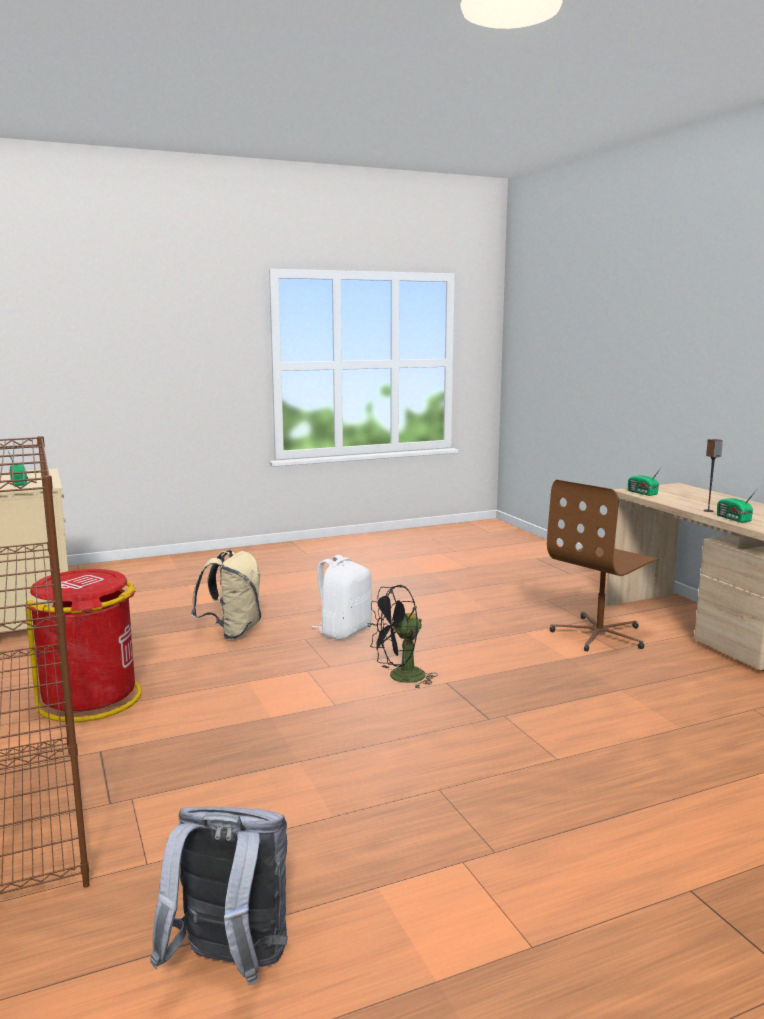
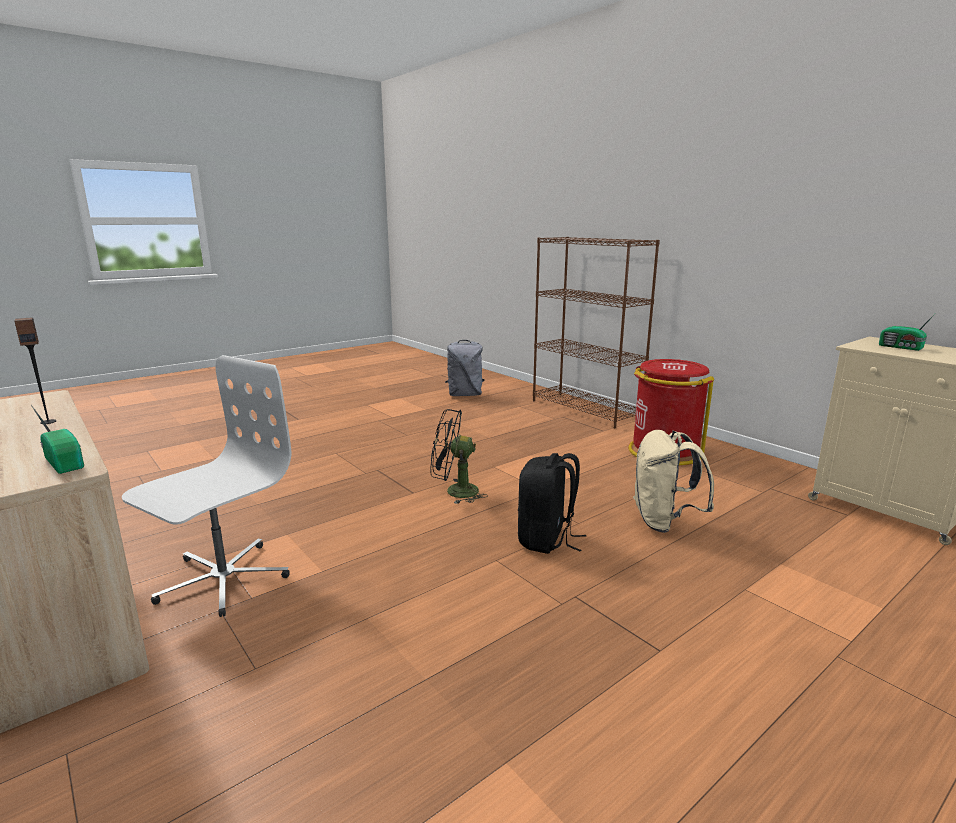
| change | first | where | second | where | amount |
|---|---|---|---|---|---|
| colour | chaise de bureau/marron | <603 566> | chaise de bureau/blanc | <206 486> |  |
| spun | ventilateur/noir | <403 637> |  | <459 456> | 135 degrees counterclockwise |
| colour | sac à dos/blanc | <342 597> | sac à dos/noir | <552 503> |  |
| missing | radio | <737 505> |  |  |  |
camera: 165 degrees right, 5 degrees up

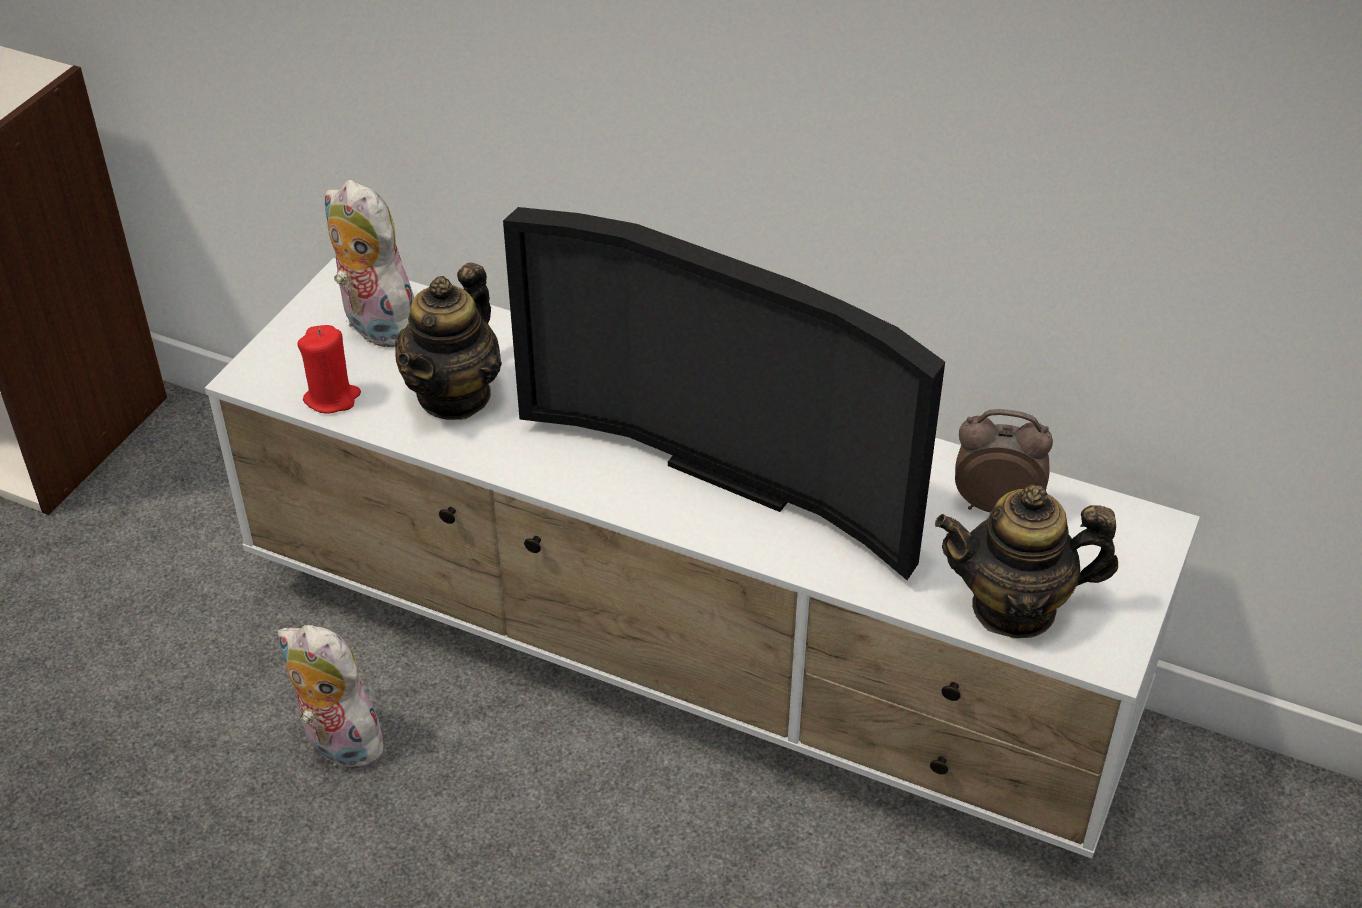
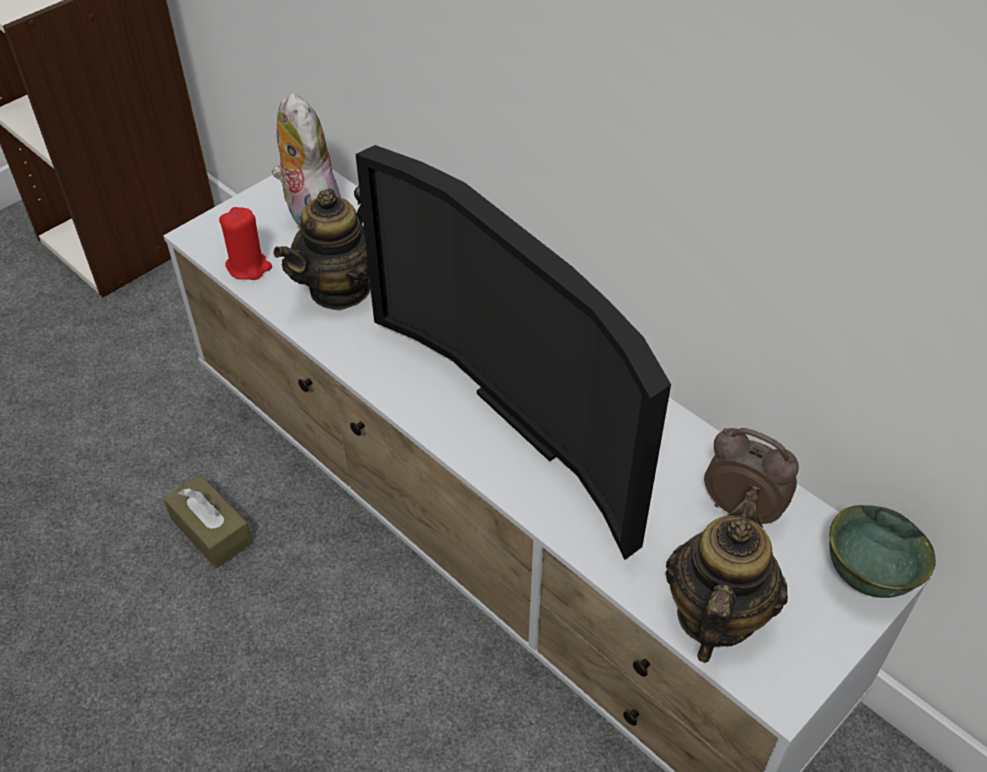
| change | first | where | second | where | amount |
|---|---|---|---|---|---|
| exchanged | peluche | <336 697> | boîte à mouchoirs/marron | <208 521> |  |
| spun | théière | <1026 561> |  | <726 574> | 90 degrees clockwise |
| appeared |  |  | bol/vert | <882 551> |  |
camera: 20 degrees right, 5 degrees up

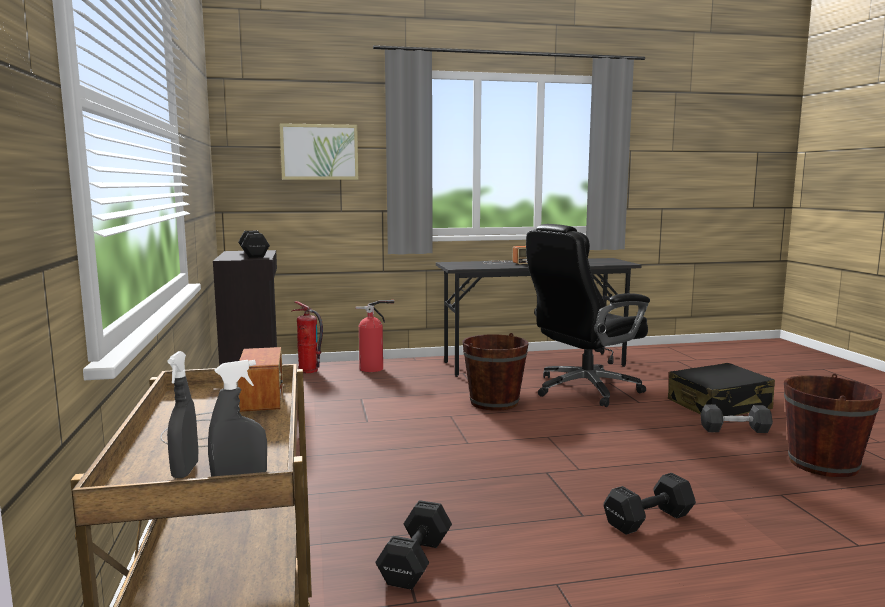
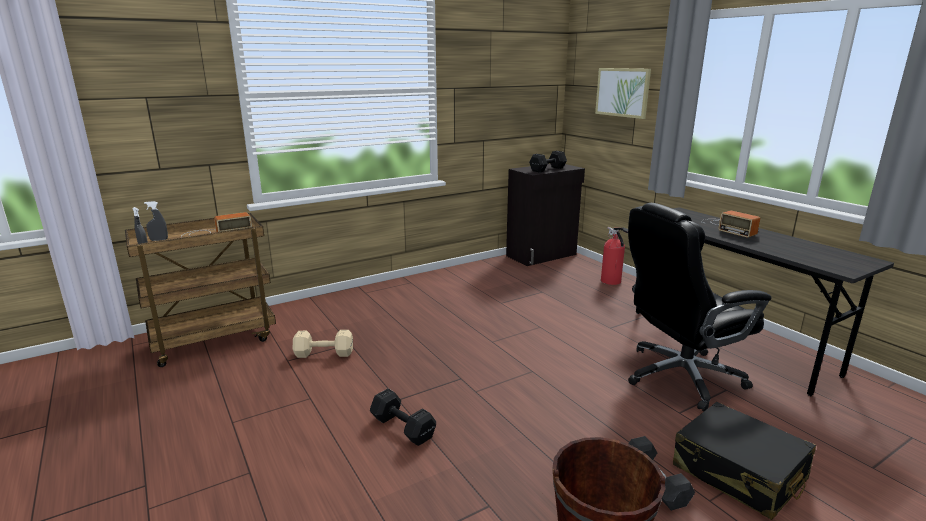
| change | first | where | second | where | amount |
|---|---|---|---|---|---|
| colour | haltère/noir | <413 545> | haltère/beige | <323 344> |  |
| spun | chaise de bureau/noir | <588 315> |  | <699 307> | 60 degrees counterclockwise |
| missing | extincteur | <307 337> |  |  |  |
| missing | seau/marron | <495 372> |  |  |  |
camera: 70 degrees right, 10 degrees up

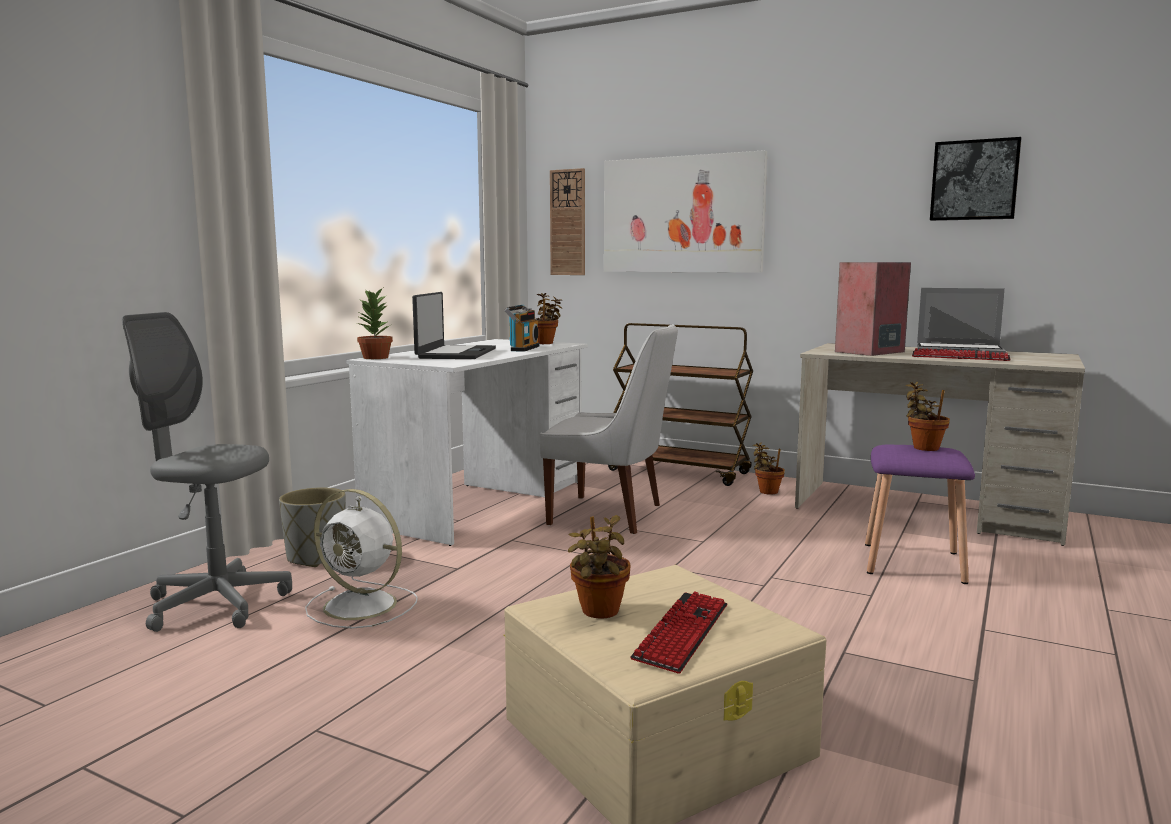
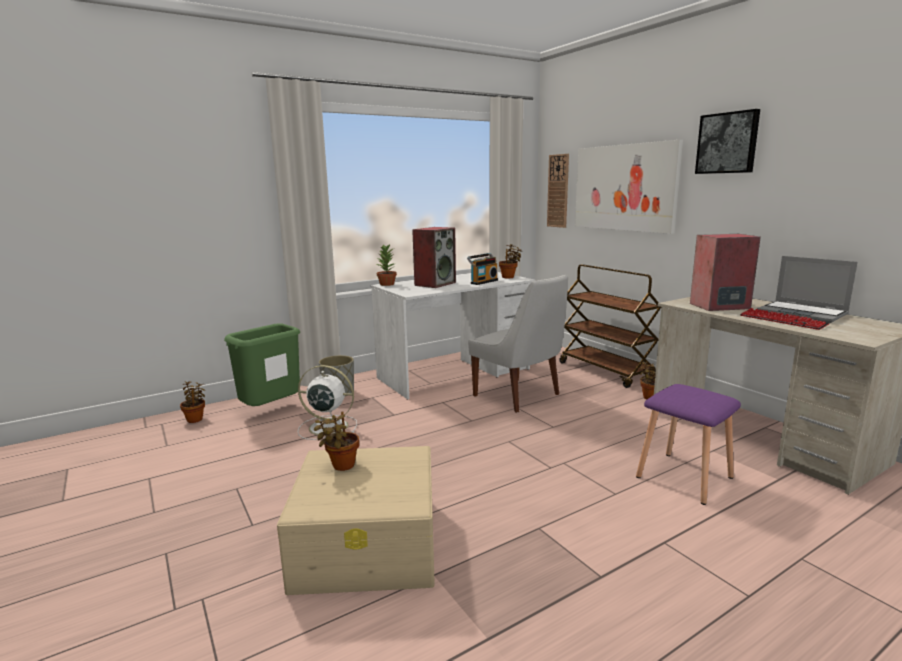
| change | first | where | second | where | amount |
|---|---|---|---|---|---|
| relocated | plante en pot | <927 416> |  | <192 402> |  |
| exchanged | chaise de bureau/gris | <207 472> | poubelle/vert | <262 364> |  |
| spun | ventilateur/blanc | <361 559> |  | <327 402> | 135 degrees clockwise |
| exchanged | ordinateur portable | <454 325> | enceinte | <434 257> |  |
| relocated | tableau | <975 179> |  | <727 141> |  |
| missing | clavier | <678 632> |  |  |  |
camera: 30 degrees right, 5 degrees up

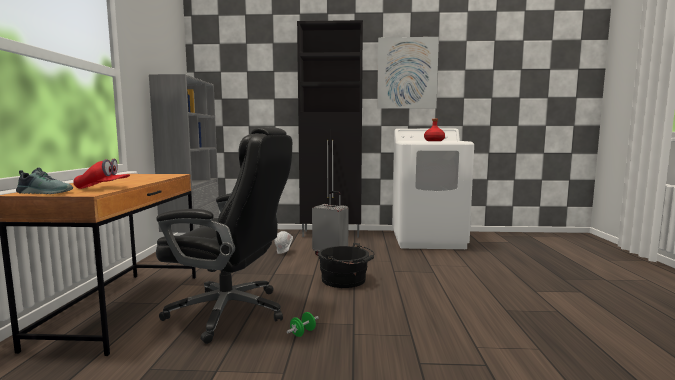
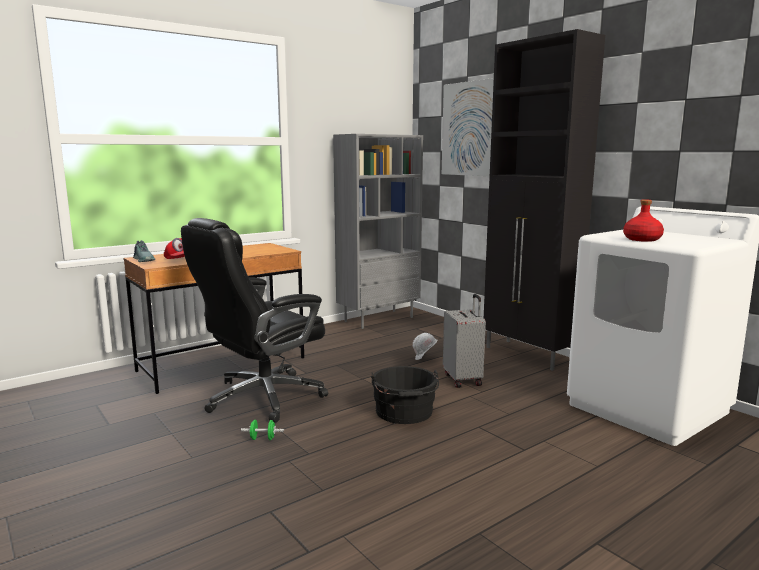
| change | first | where | second | where | amount |
|---|---|---|---|---|---|
| spun | chaise de bureau/noir | <224 235> |  | <254 320> | 75 degrees clockwise |
| relocated | tableau | <408 73> |  | <468 127> |  |
camera: 50 degrees right, 5 degrees up

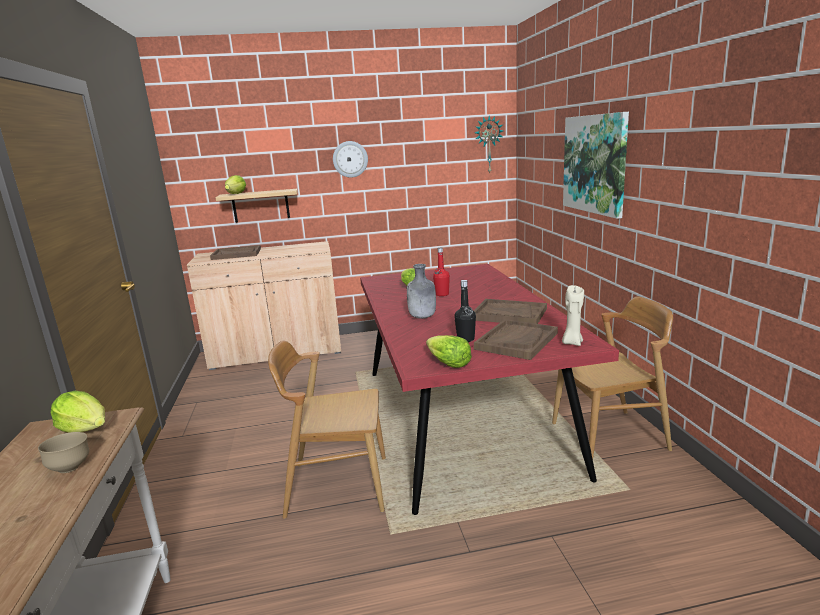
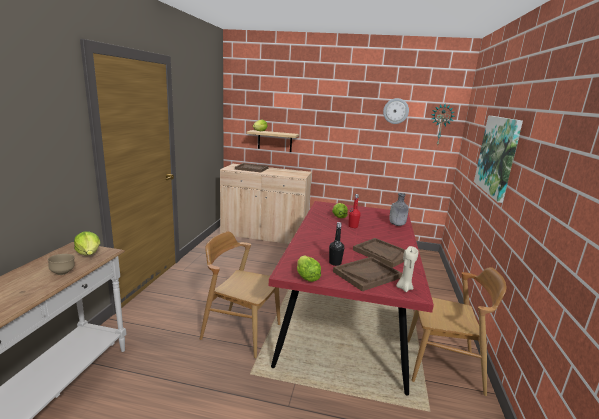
| change | first | where | second | where | amount |
|---|---|---|---|---|---|
| relocated | horloge murale | <350 159> |  | <396 111> |  |
| relocated | bouteille/gris | <421 291> |  | <399 209> |  |
camera: 20 degrees right, 0 degrees up

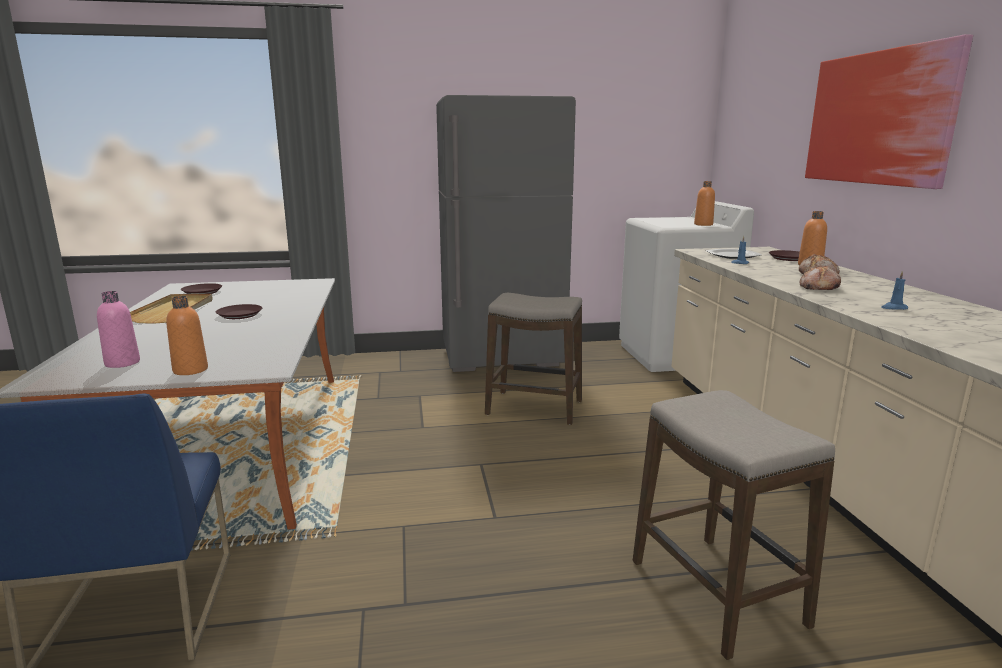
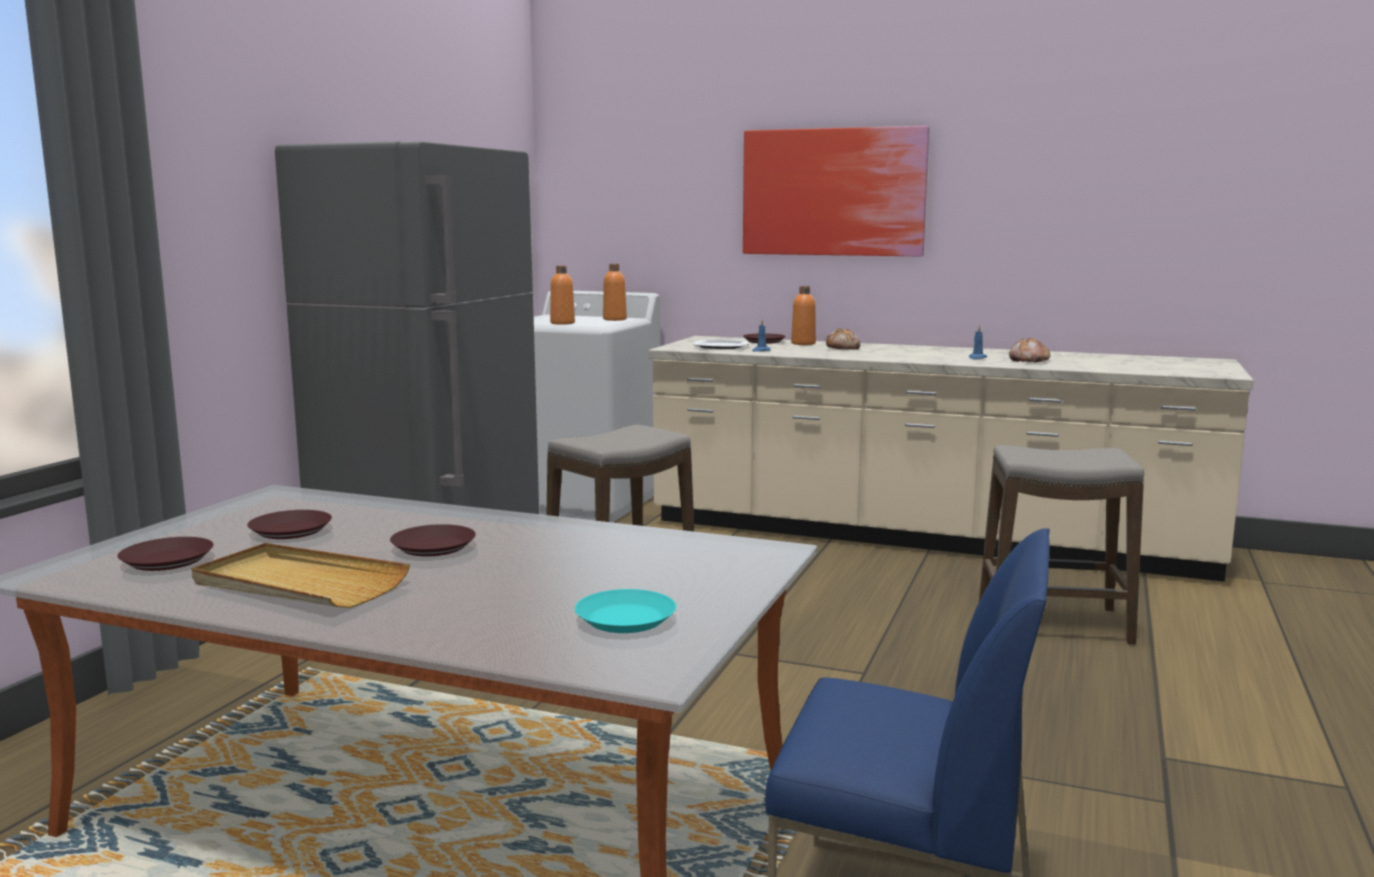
| change | first | where | second | where | amount |
|---|---|---|---|---|---|
| appeared |  |  | assiette/marron | <289 524> |  |
| relocated | bouteille/orange | <187 335> |  | <562 295> |  |
| exchanged | bouteille/rose | <118 329> | assiette/turquoise | <625 611> |  |
| relocated | pain | <820 278> |  | <1029 350> |  |
camera: 60 degrees left, 5 degrees down

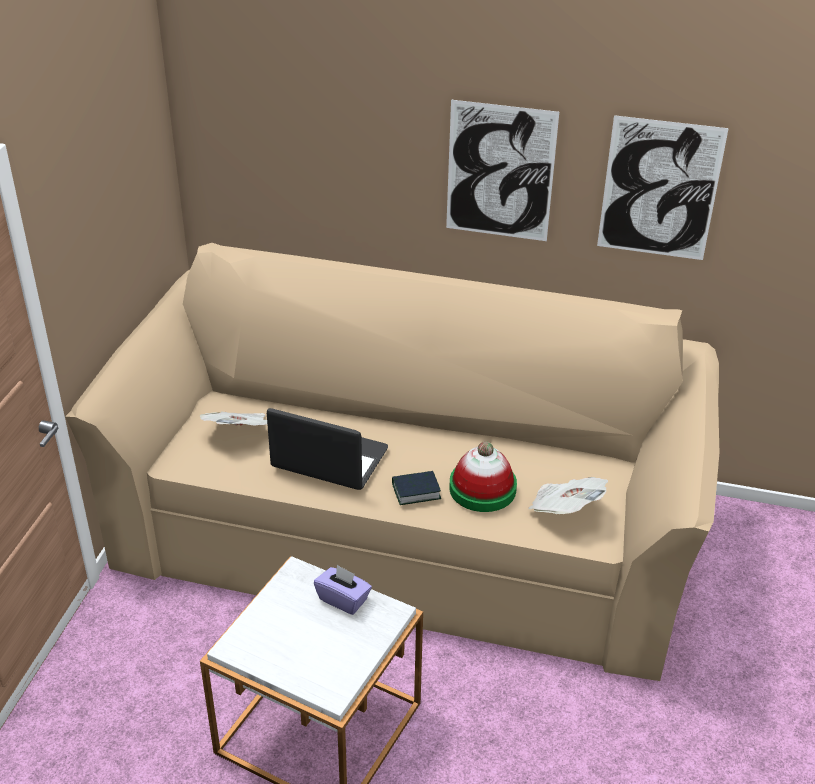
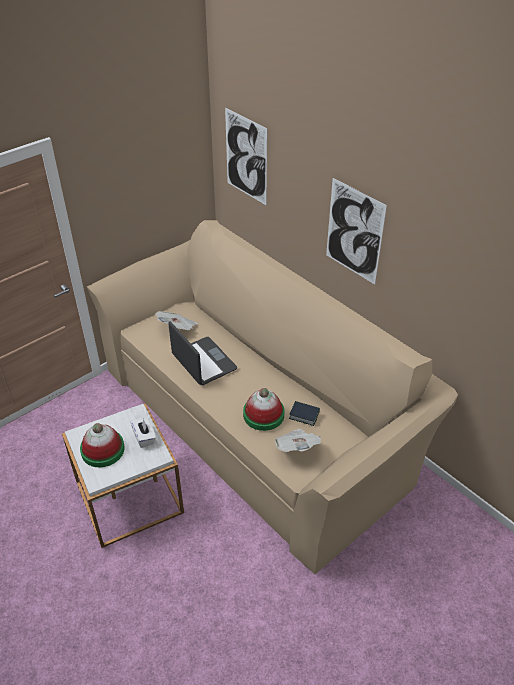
| change | first | where | second | where | amount |
|---|---|---|---|---|---|
| appeared |  |  | chapeau | <102 445> |  |
| colour | boîte à mouchoirs/violet | <343 589> | boîte à mouchoirs/blanc | <143 433> |  |
| relocated | tableau | <663 187> |  | <246 156> |  |
| relocated | livre | <416 488> |  | <304 413> |  |
camera: 35 degrees right, 5 degrees up

